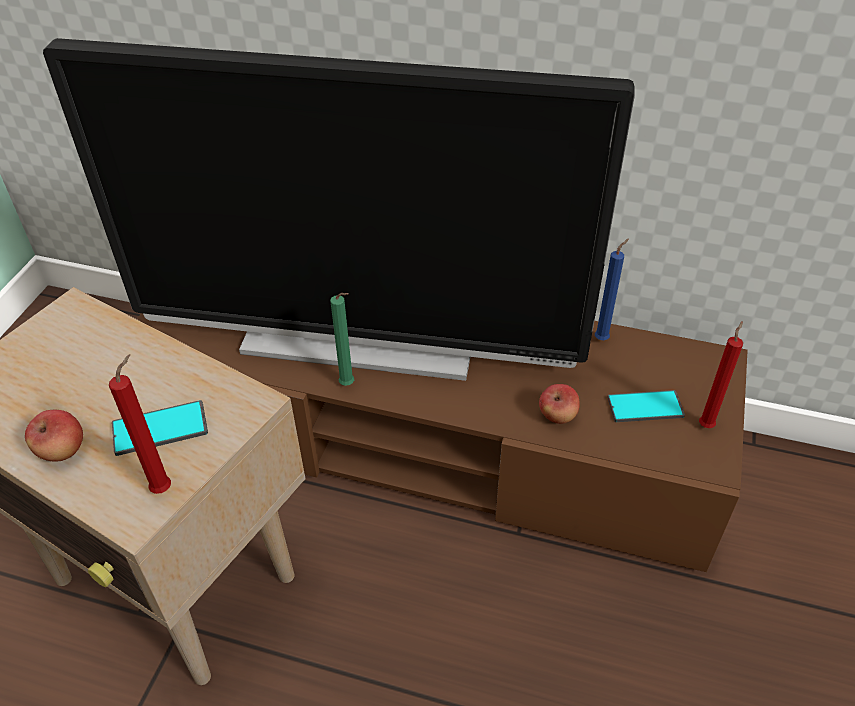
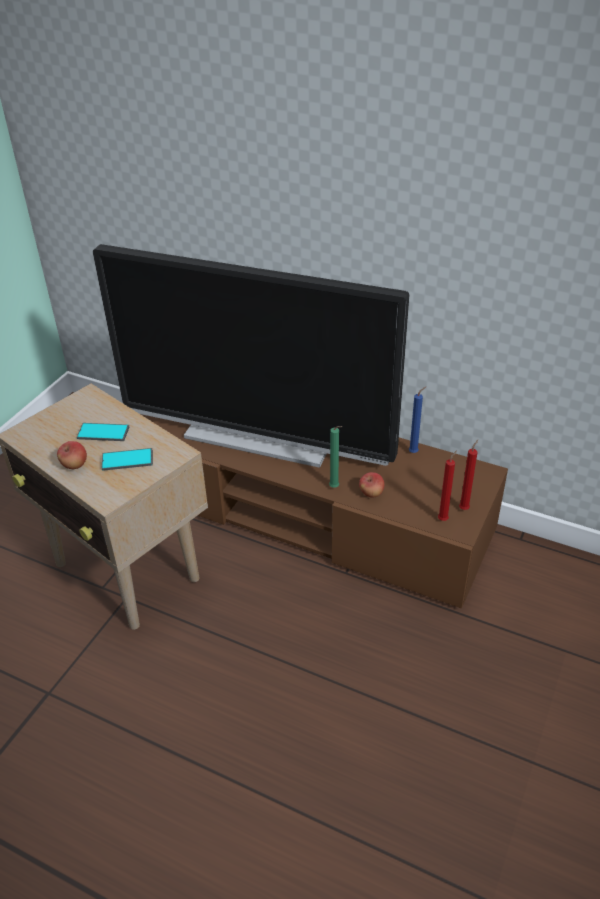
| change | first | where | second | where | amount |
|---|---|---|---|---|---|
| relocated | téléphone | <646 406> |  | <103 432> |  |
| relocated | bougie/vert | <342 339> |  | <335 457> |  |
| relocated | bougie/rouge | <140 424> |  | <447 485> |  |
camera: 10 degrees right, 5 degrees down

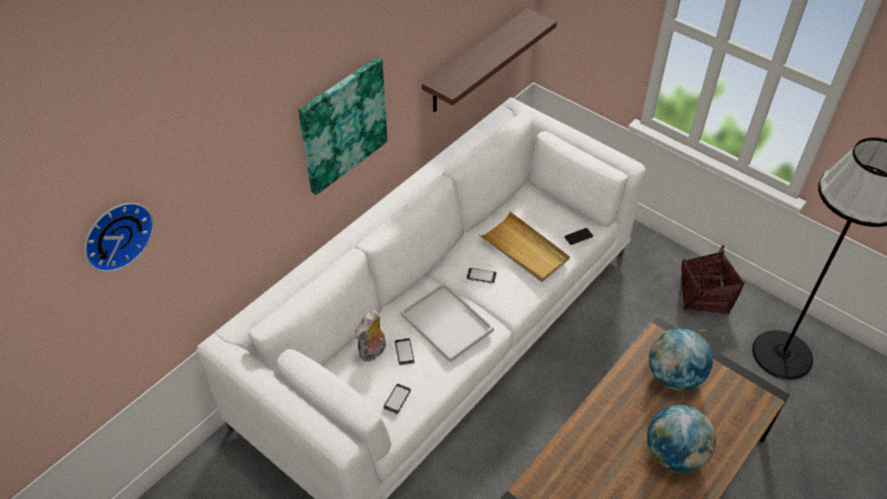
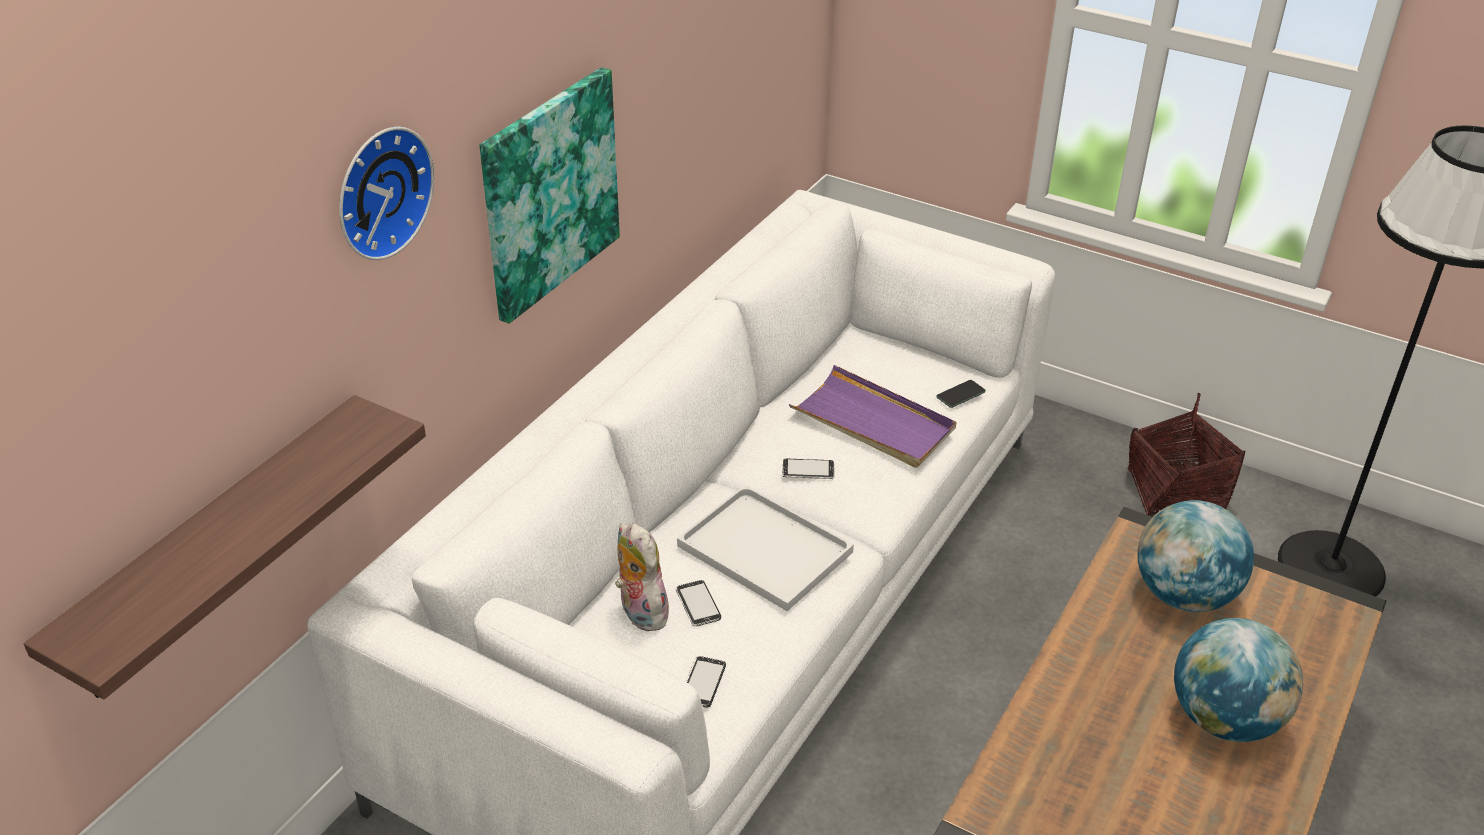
| change | first | where | second | where | amount |
|---|---|---|---|---|---|
| relocated | étagère | <489 60> |  | <225 547> |  |
| relocated | horloge murale | <119 237> |  | <386 193> |  |
| spun | peluche | <370 336> |  | <642 577> | 120 degrees clockwise |
| colour | plateau/beige | <524 247> | plateau/violet | <872 416> |  |
camera: 10 degrees left, 10 degrees down

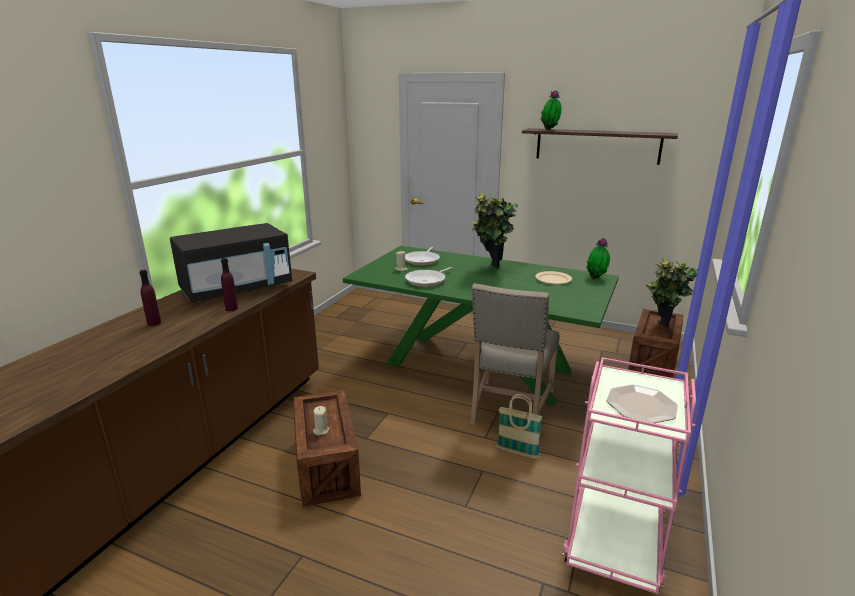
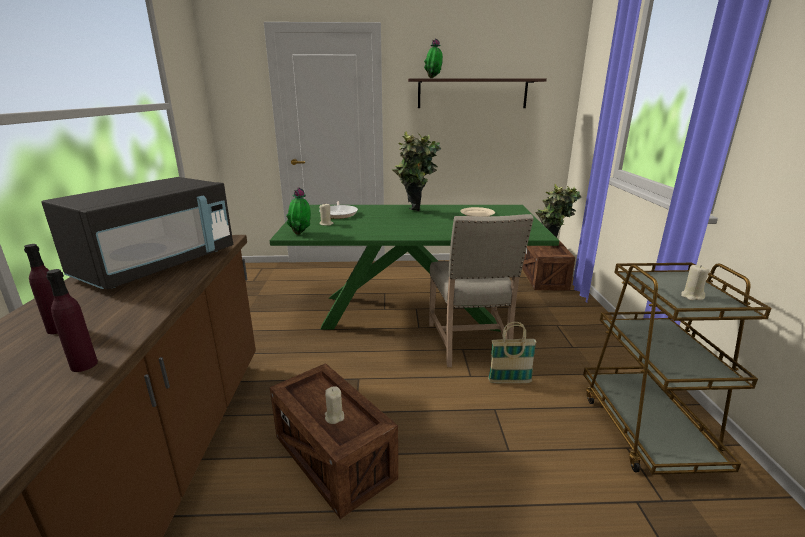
| change | first | where | second | where | amount |
|---|---|---|---|---|---|
| relocated | bouteille/violet | <229 284> |  | <72 320> |  |
| relocated | plante en pot | <598 258> |  | <298 211> |  |
| colour | chariot/rose | <629 475> | chariot/marron | <677 369> |  |
| exchanged | assiette | <642 404> | bougie/beige | <695 282> |  |
| missing | poêle | <429 277> |  |  |  |
camera: 25 degrees left, 0 degrees up

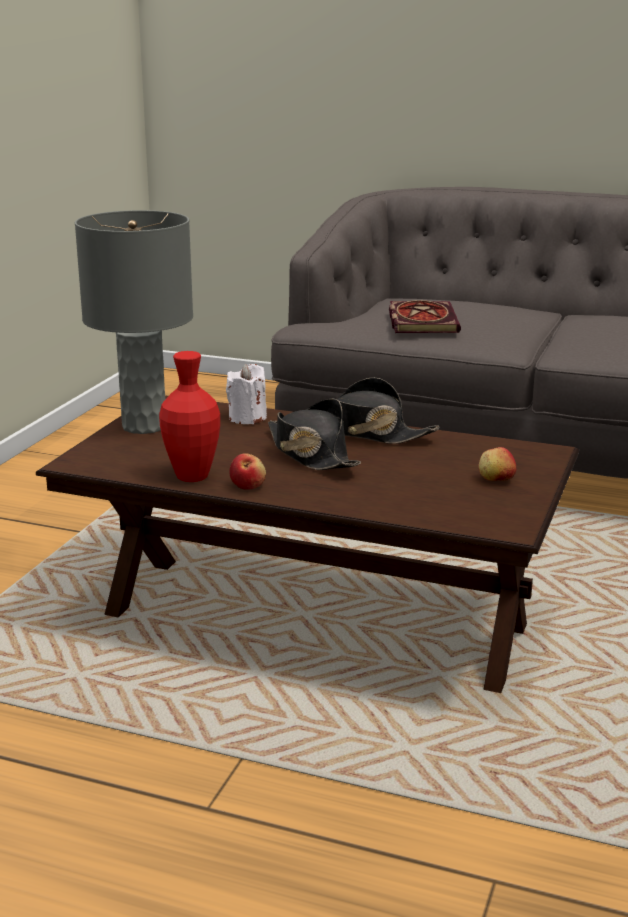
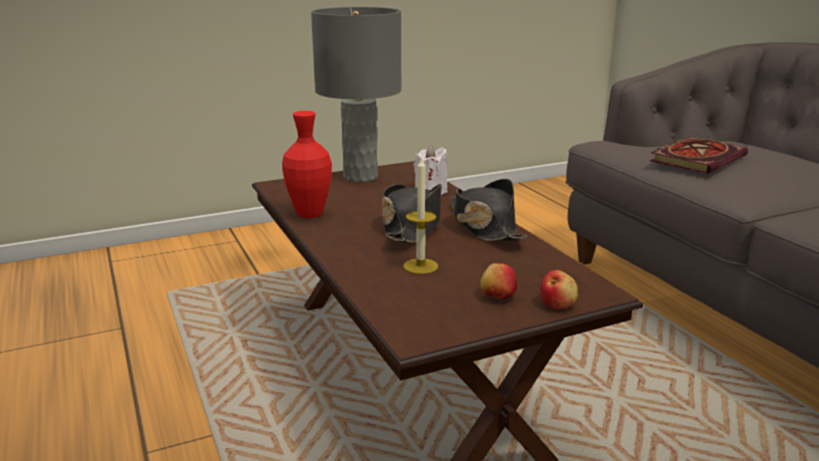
| change | first | where | second | where | amount |
|---|---|---|---|---|---|
| appeared |  |  | bougie | <420 215> |  |
| relocated | pomme | <247 471> |  | <559 289> |  |
camera: 45 degrees right, 0 degrees up

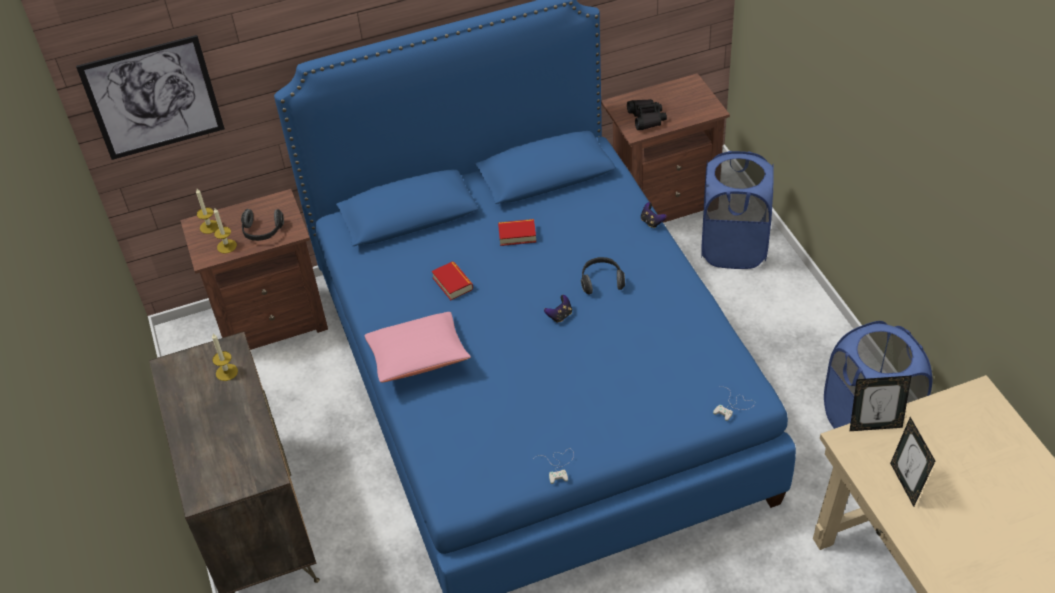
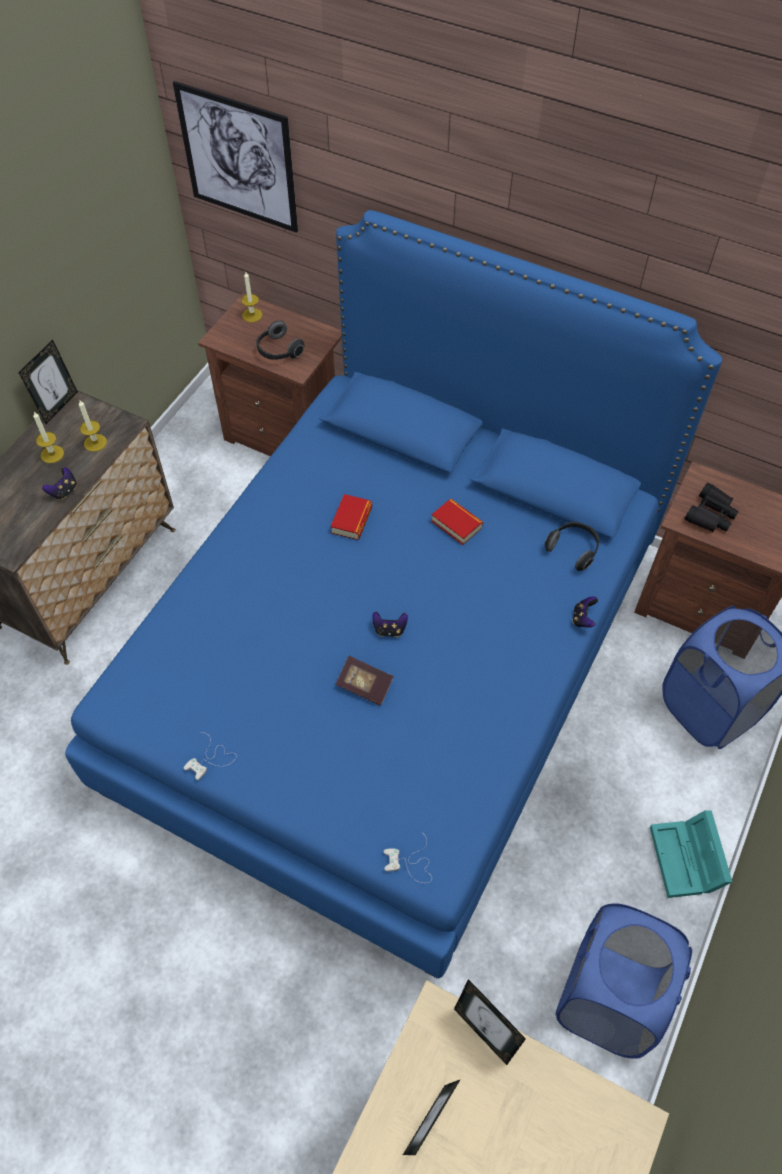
| change | first | where | second | where | amount |
|---|---|---|---|---|---|
| appeared |  |  | cadre photo | <48 382> |  |
| relocated | bougie | <225 231> |  | <48 437> |  |
| appeared |  |  | manette | <59 483> |  |
| appeared |  |  | livre | <365 681> |  |
| relocated | casque audio | <603 276> |  | <571 546> |  |
| appeared |  |  | boîte de rangement/turquoise | <691 854> |  |
| missing | coussin/rose | <417 347> |  |  |  |
camera: 45 degrees right, 10 degrees up

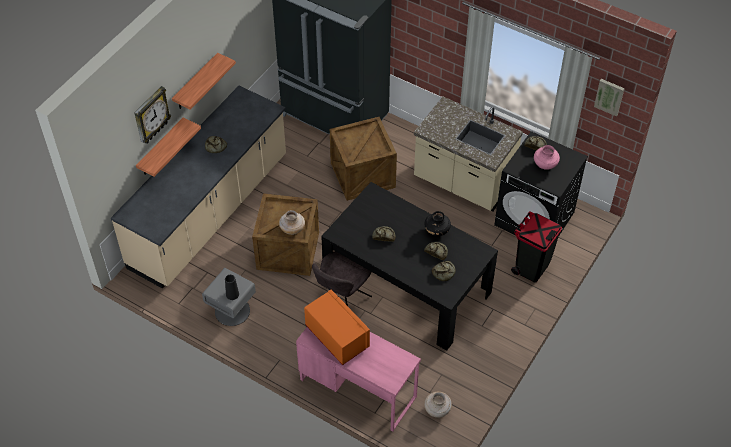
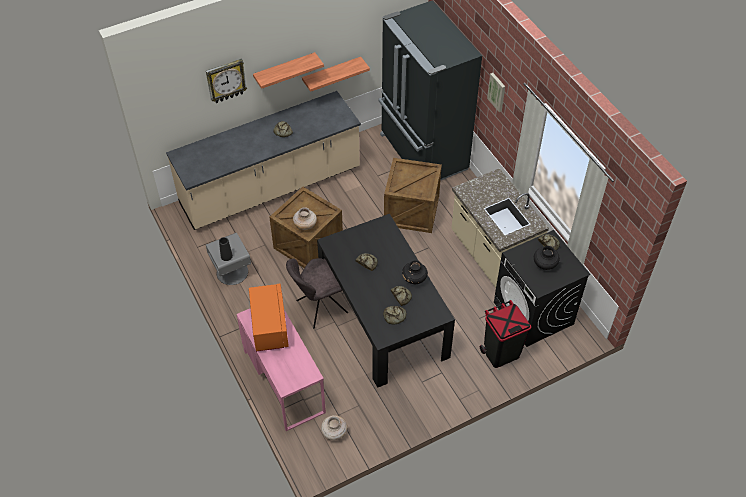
| change | first | where | second | where | amount |
|---|---|---|---|---|---|
| relocated | étagère | <168 147> |  | <336 74> |  |
| relocated | tableau | <609 98> |  | <496 92> |  |
| colour | vase/rose | <547 157> | vase/noir | <547 258> |  |
camera: 30 degrees right, 0 degrees up

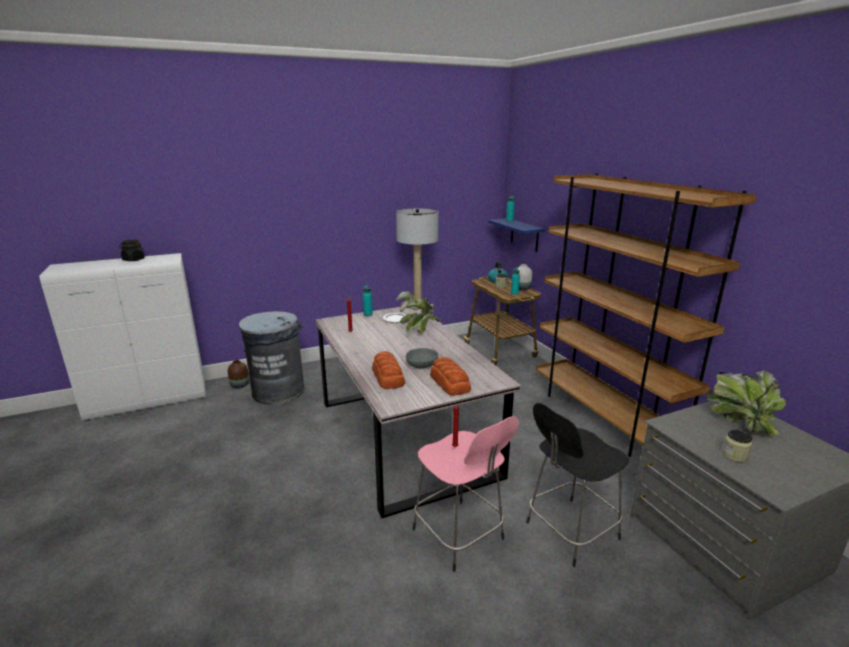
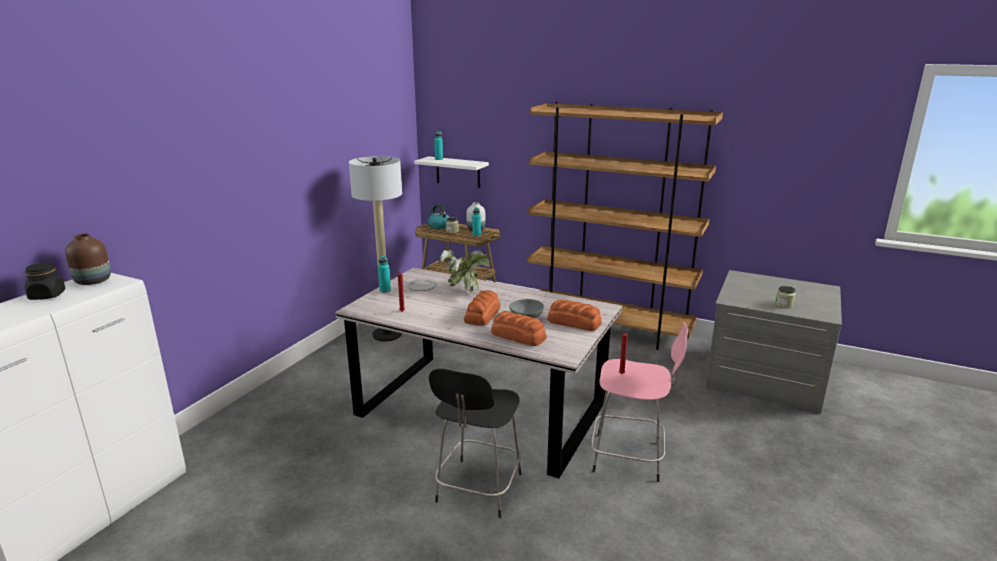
| change | first | where | second | where | amount |
|---|---|---|---|---|---|
| relocated | vase/marron | <238 374> |  | <88 259> |  |
| colour | étagère/bleu | <516 235> | étagère/blanc | <451 172> |  |
| relocated | tabouret/noir | <577 485> |  | <475 443> |  |
| appeared |  |  | pain | <482 308> |  |
| missing | poubelle/gris | <271 358> |  |  |  |
| missing | plante en pot | <746 403> |  |  |  |
camera: 40 degrees left, 0 degrees up

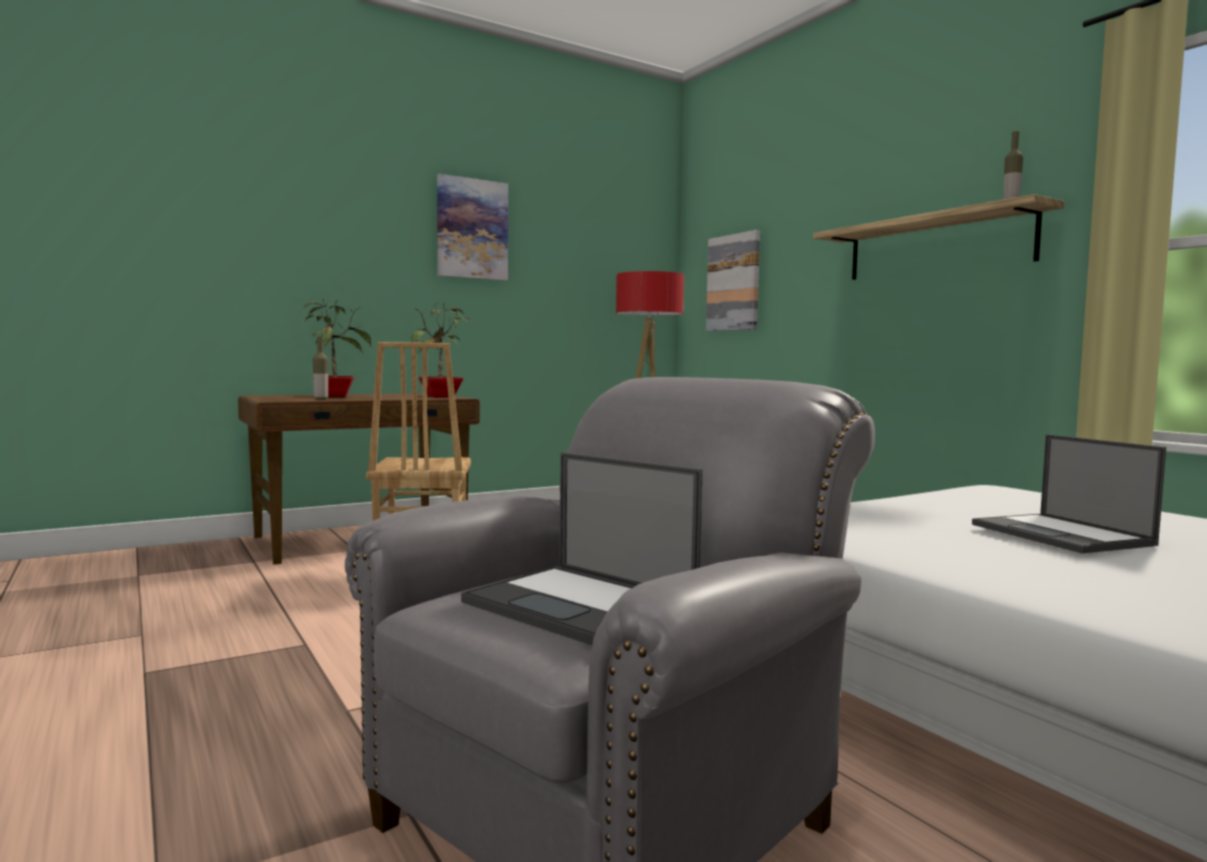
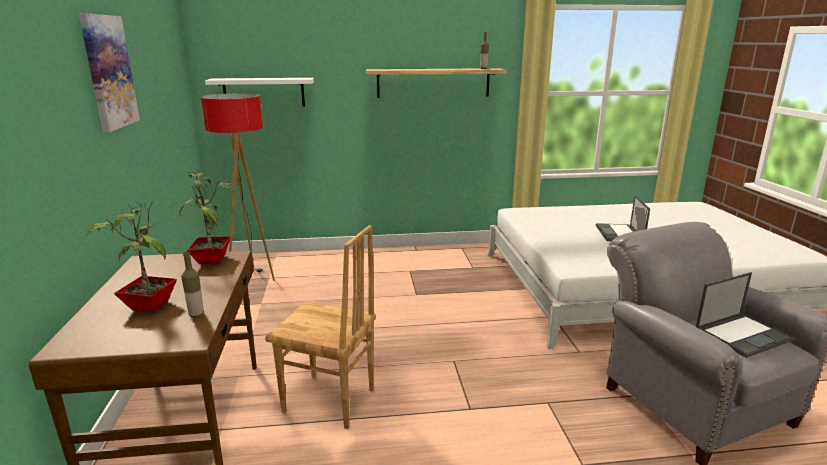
| change | first | where | second | where | amount |
|---|---|---|---|---|---|
| exchanged | tableau | <733 280> | étagère/blanc | <259 92> |  |
| spun | ordinateur portable | <1069 494> |  | <623 218> | 90 degrees clockwise |
camera: 65 degrees left, 15 degrees up

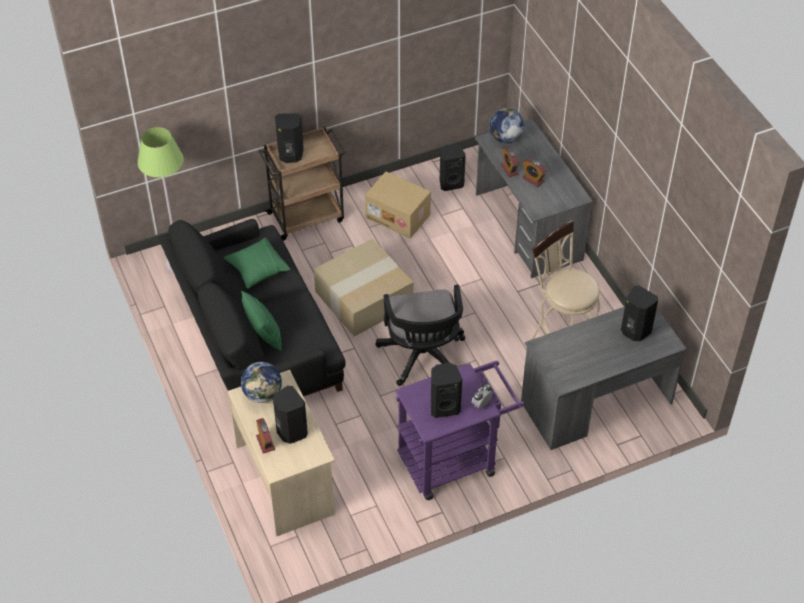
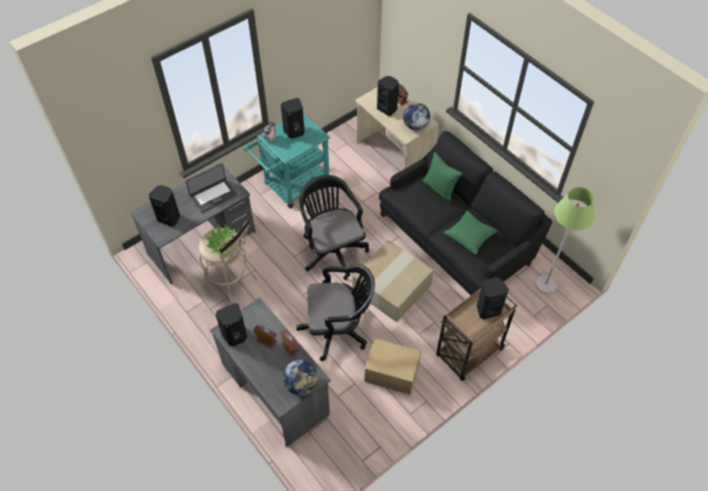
| change | first | where | second | where | amount |
|---|---|---|---|---|---|
| appeared |  |  | ordinateur portable | <211 188> |  |
| appeared |  |  | plante en pot | <222 239> |  |
| relocated | enceinte/noir | <453 167> |  | <231 324> |  |
| colour | chariot/violet | <459 430> | chariot/turquoise | <286 160> |  |
| appeared |  |  | chaise de bureau/noir | <335 312> |  |
camera: 165 degrees right, 5 degrees up

